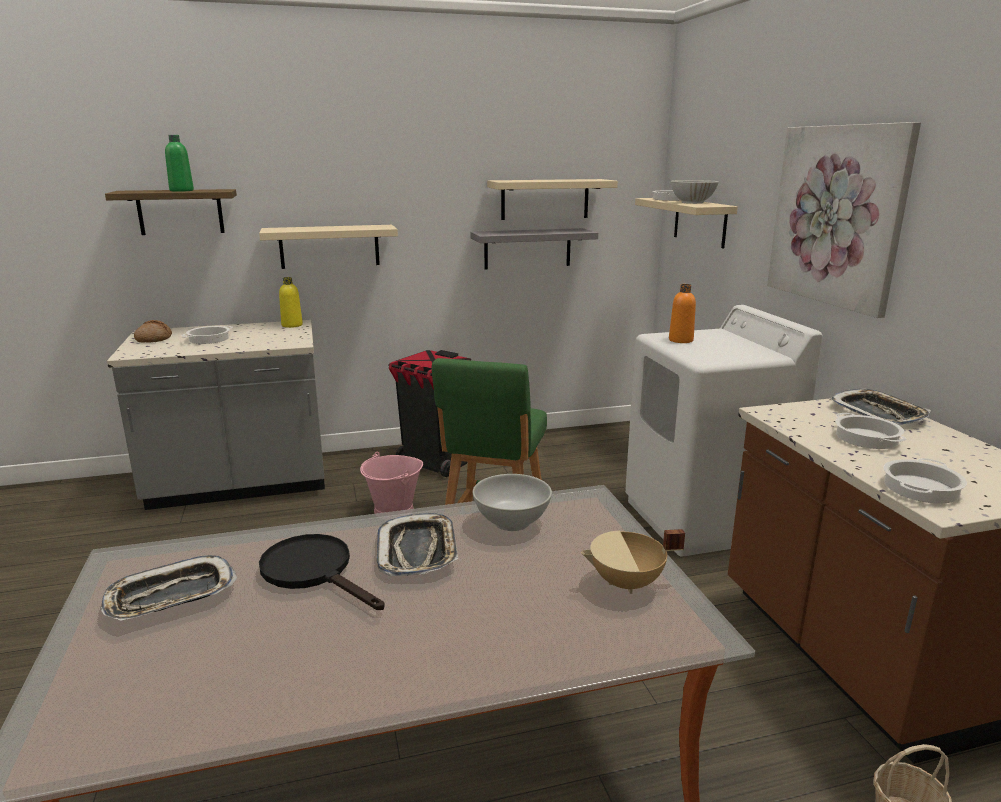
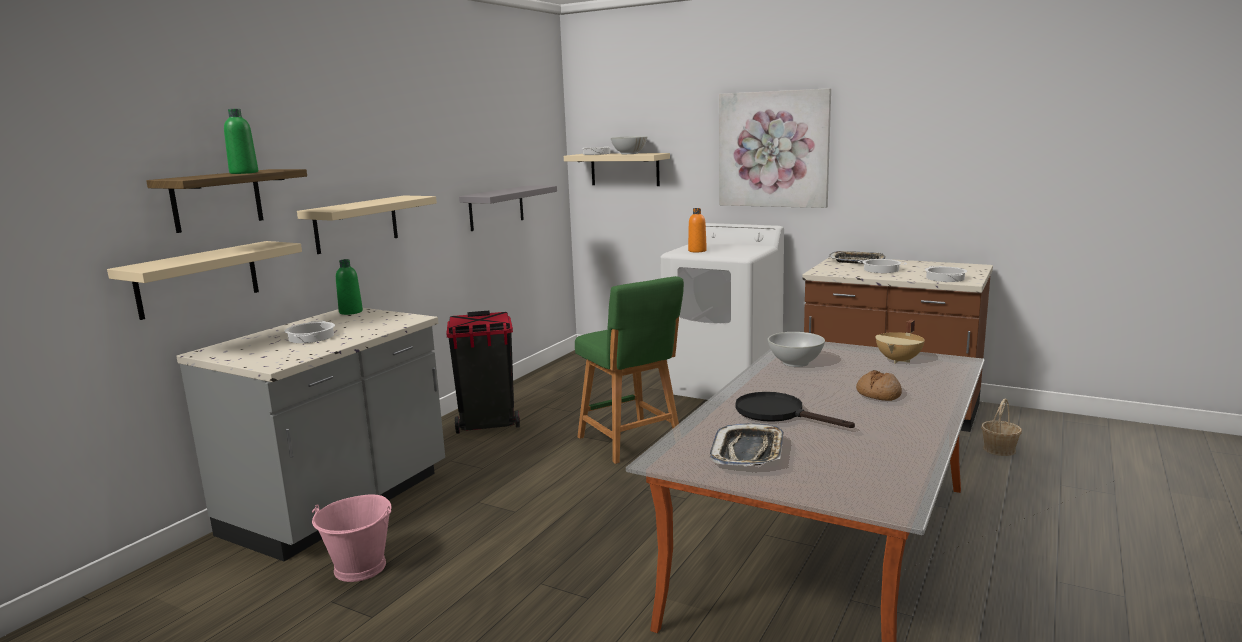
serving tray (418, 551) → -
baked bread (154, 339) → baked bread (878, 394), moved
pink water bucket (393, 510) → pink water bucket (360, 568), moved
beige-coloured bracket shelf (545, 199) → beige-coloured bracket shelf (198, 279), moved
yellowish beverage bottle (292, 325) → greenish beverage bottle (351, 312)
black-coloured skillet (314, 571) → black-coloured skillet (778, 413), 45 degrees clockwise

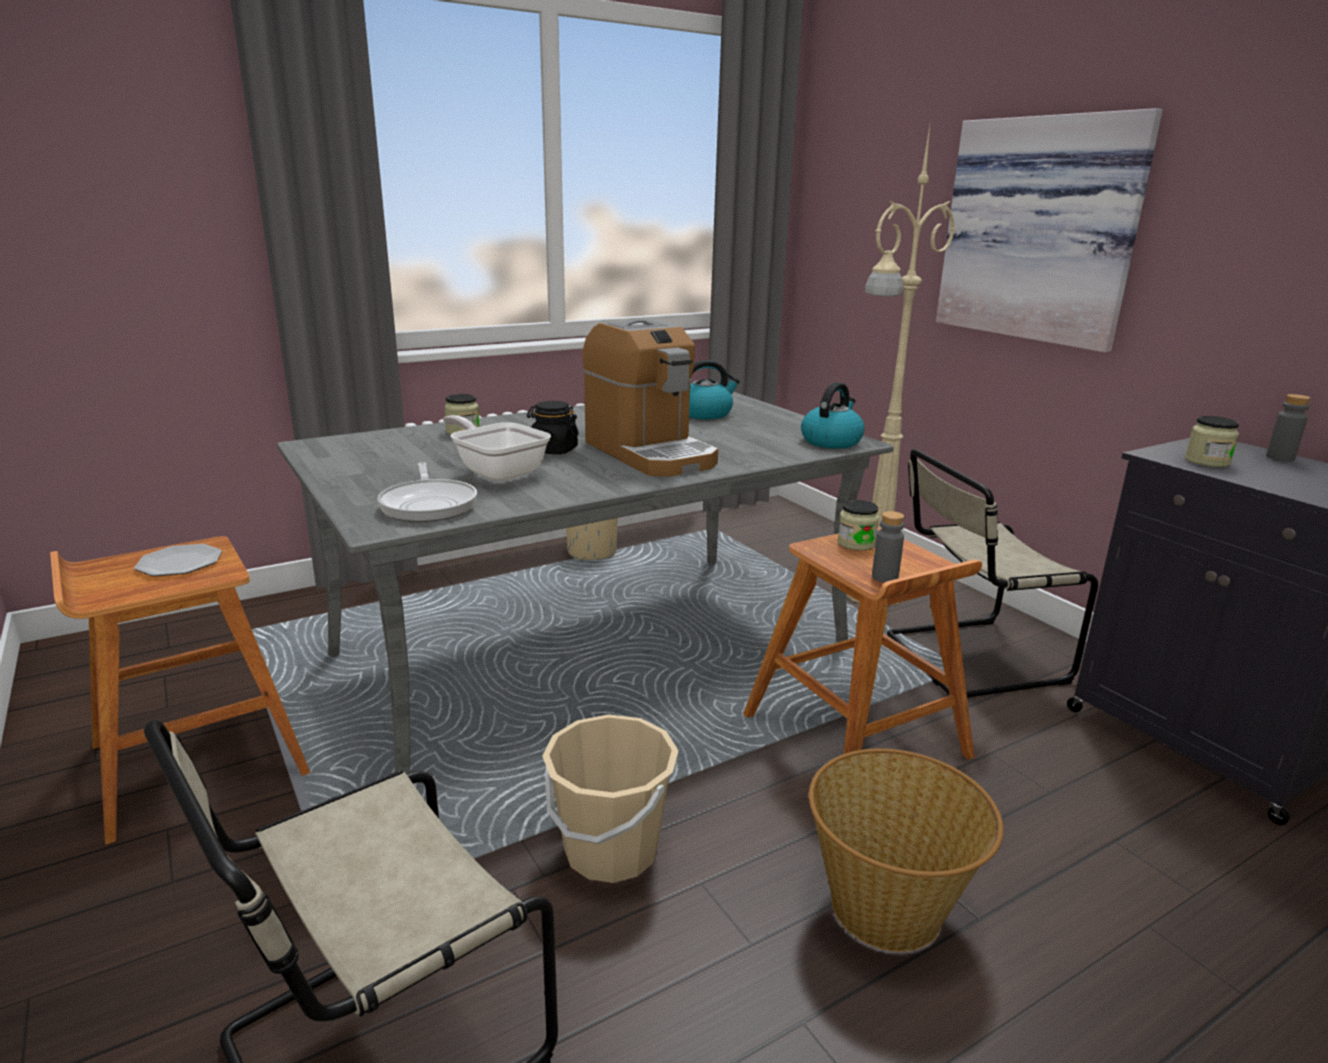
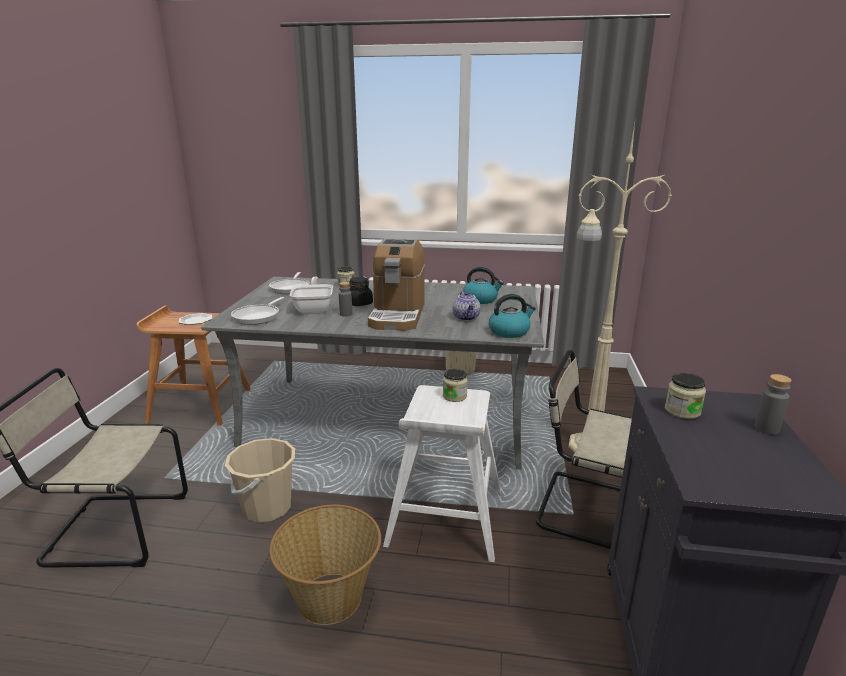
picture (1041, 230) → -
- → skillet (291, 288)
- → tea pot (466, 318)
gray beverage bottle (885, 577) → gray beverage bottle (346, 314), moved
brown stool (856, 737) → whitish stool (445, 518)

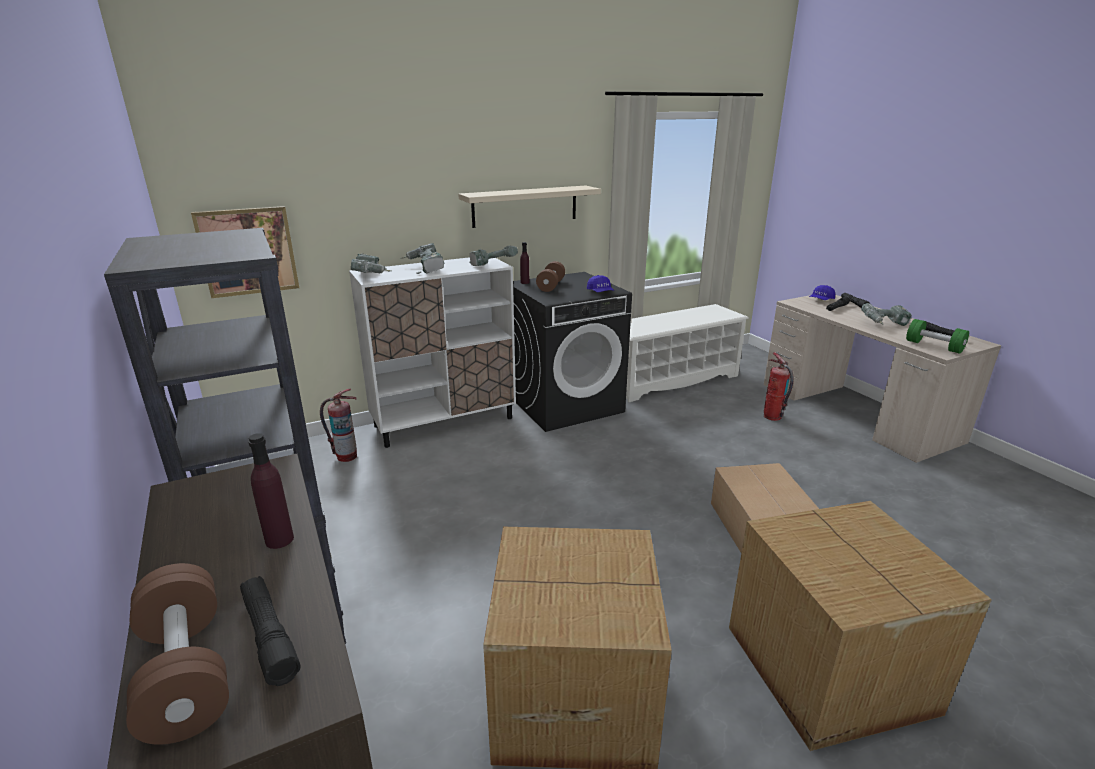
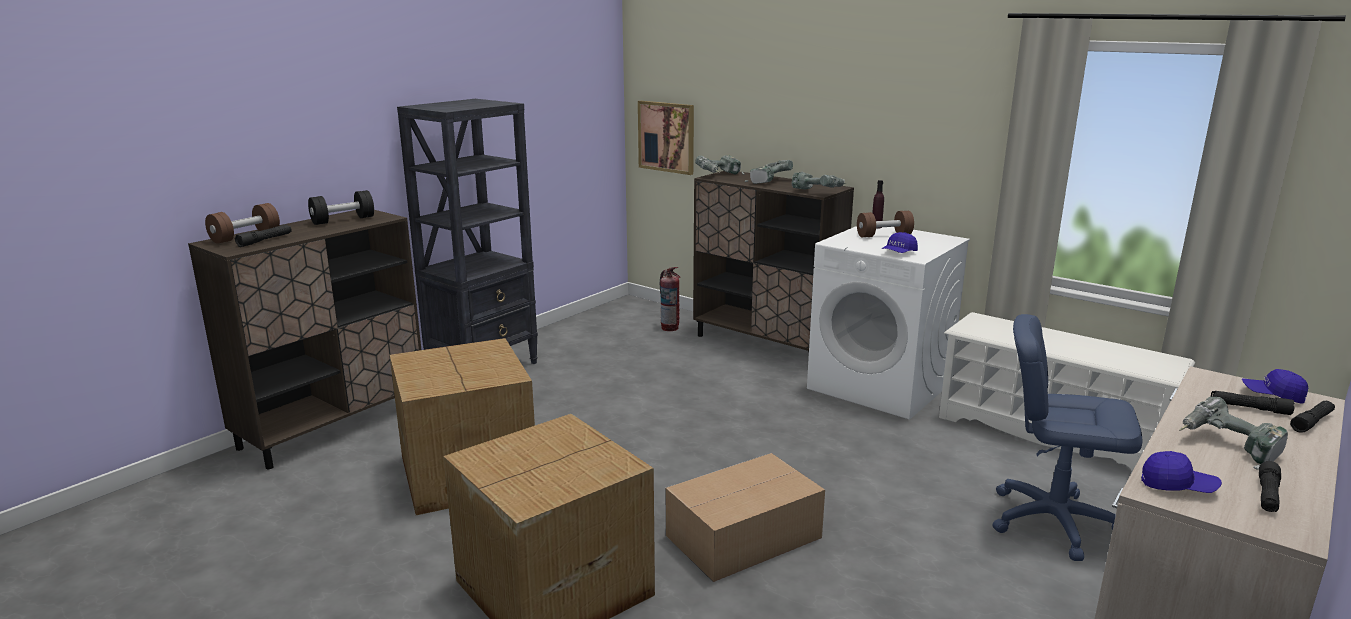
purple beverage bottle (279, 540) → -
beige-coloured bracket shelf (525, 206) → -
- → black-coloured free weight (343, 220)
fire-fighting cylinder (772, 417) → blue-coloured desk chair (1053, 522)
greenish free weight (933, 346) → blue-coloured cap (1177, 486)
whitish cabinet (444, 422) → brown cabinet (766, 344)
black-coloured laundry appliance (566, 404) → whitish laundry appliance (880, 386)

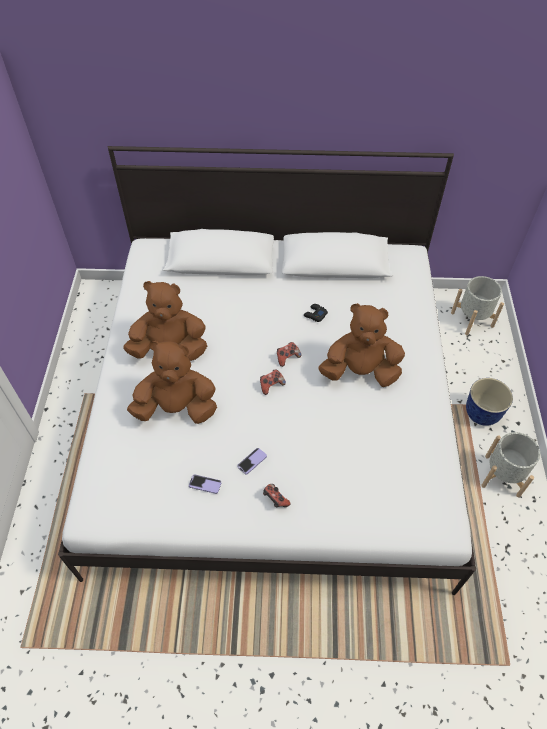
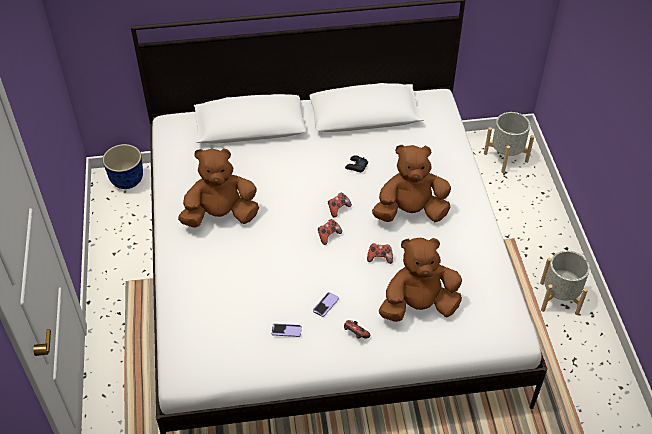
- → game controller (379, 258)
brown plush toy (177, 408) → brown plush toy (418, 306), moved
flower pot (481, 414) → flower pot (127, 181), moved

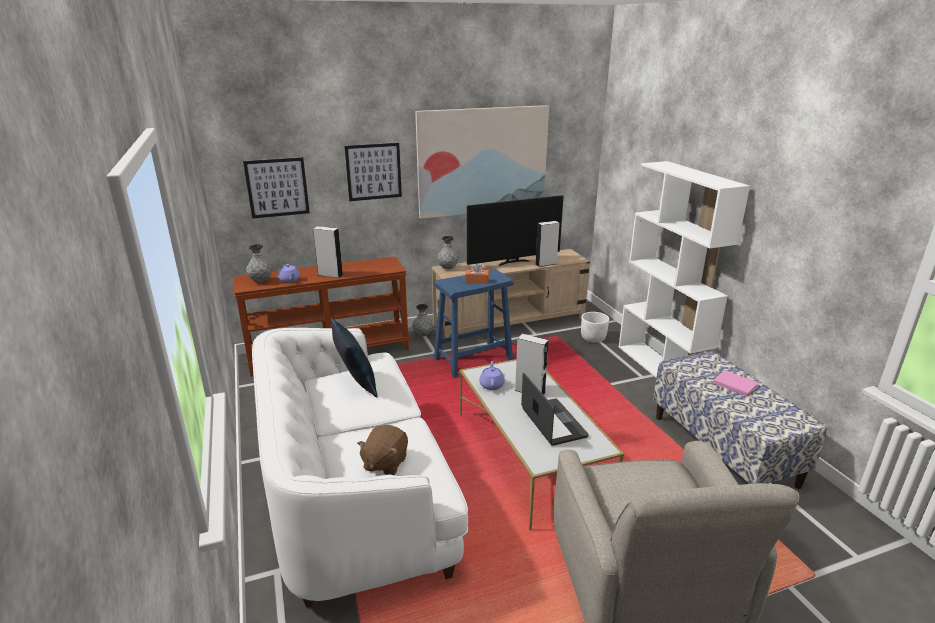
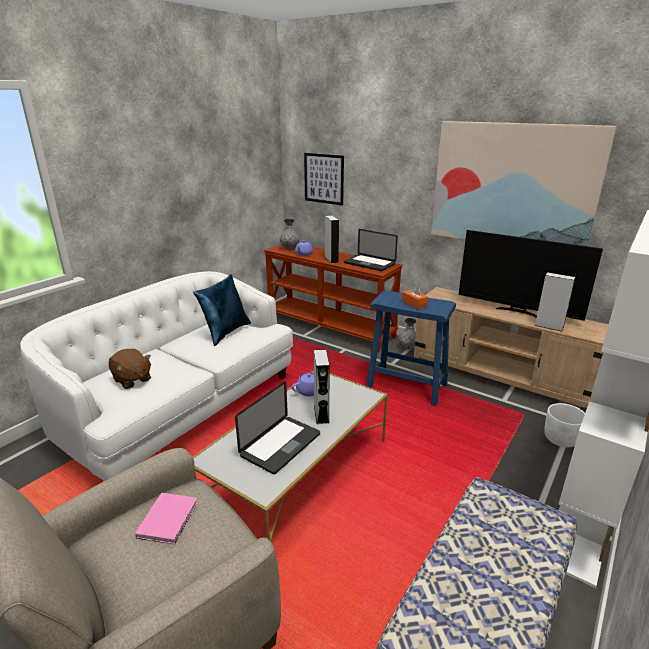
picture (373, 171) → -
gray decorative vase (448, 268) → -
- → portable computer (369, 263)
pink book (734, 384) → pink book (169, 518), moved
brown plush toy (385, 463) → brown plush toy (132, 380), 120 degrees counterclockwise

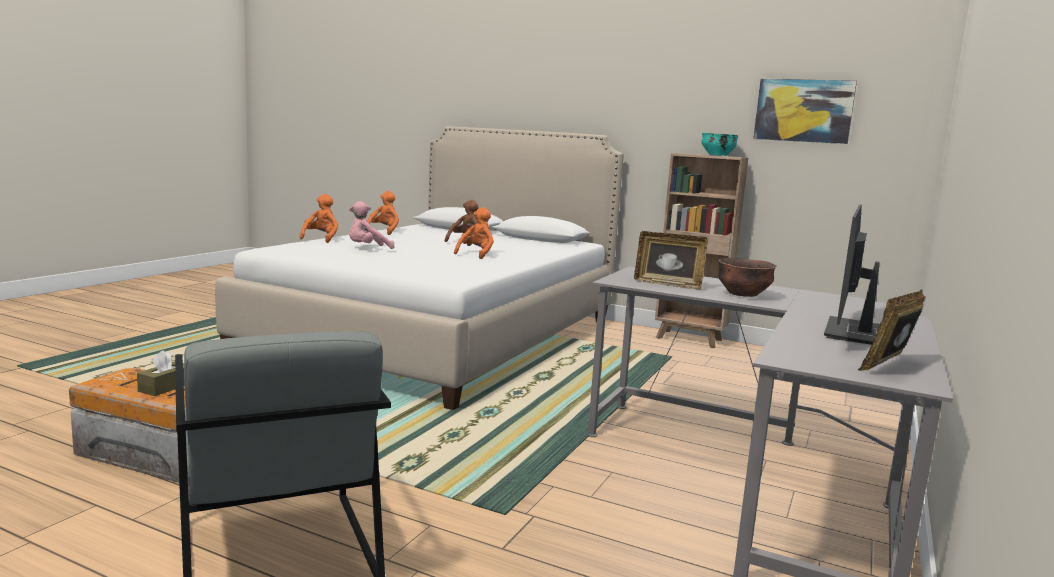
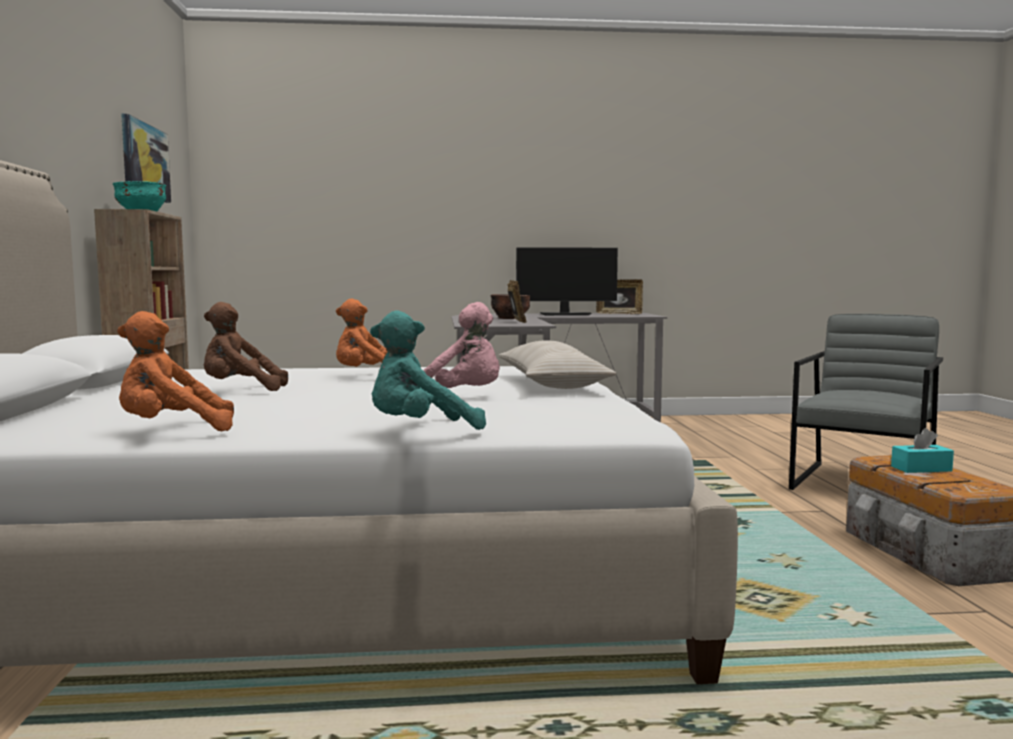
- → beige-coloured pillow (551, 384)
brown tissue box (165, 387) → turquoise tissue box (921, 469)
orange-coloured plush toy (321, 239) → turquoise plush toy (420, 431)

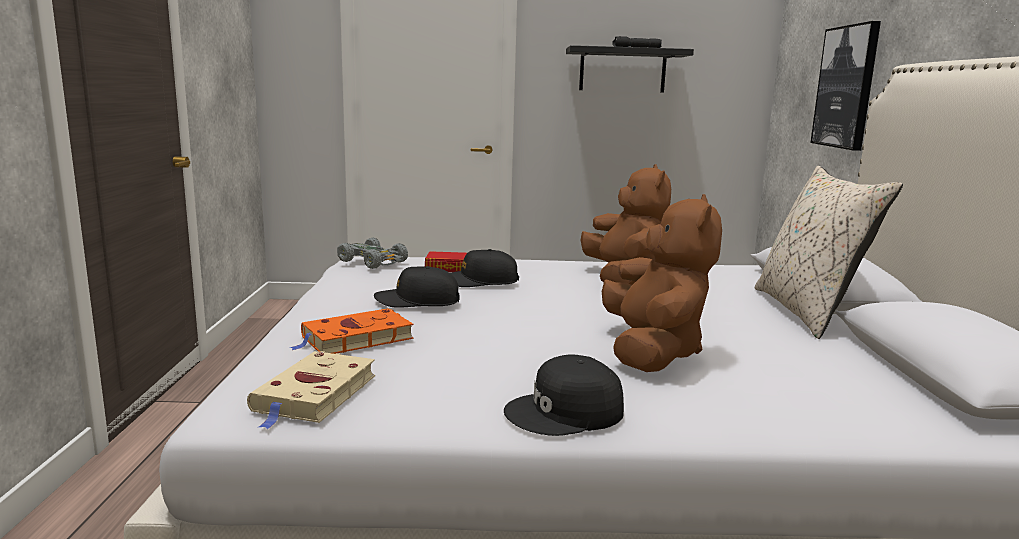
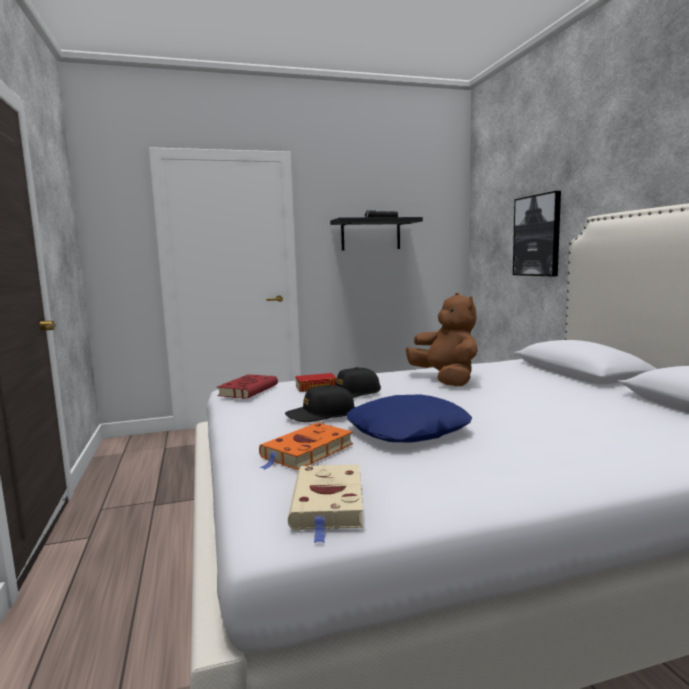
black-coloured cap (565, 413) → -
brown plush toy (652, 352) → -
beige-coloured pillow (808, 312) → -
- → blue-coloured pillow (408, 431)
gray model car (374, 262) → red book (249, 390)

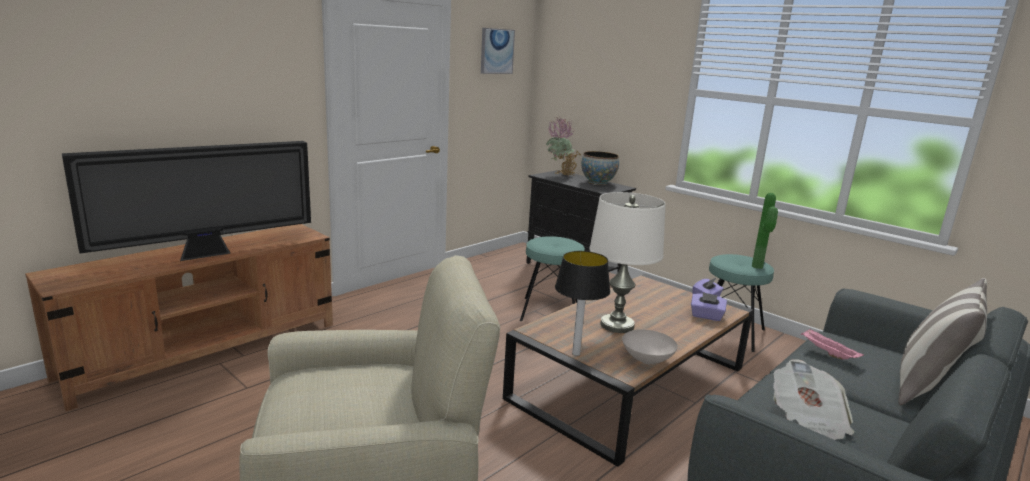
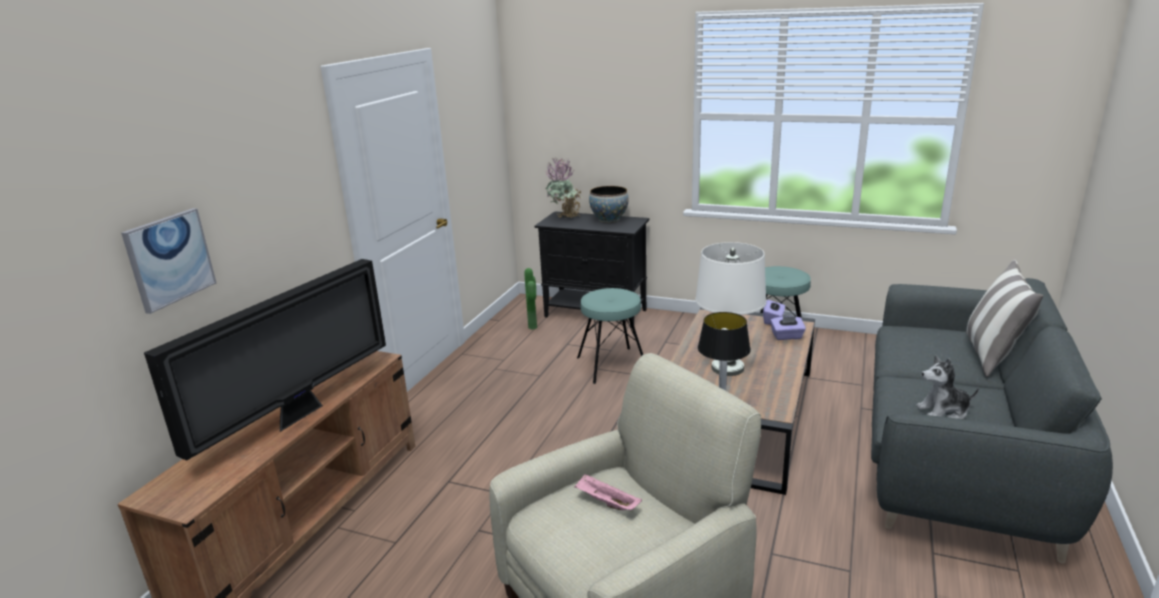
whitish deep dish (646, 359) → -
picture (496, 51) → picture (169, 259), moved
houseplant (759, 267) → houseplant (534, 327), moved
pink serving tray (827, 353) → pink serving tray (606, 503), moved
daily paper (808, 421) → plush toy (944, 411)

